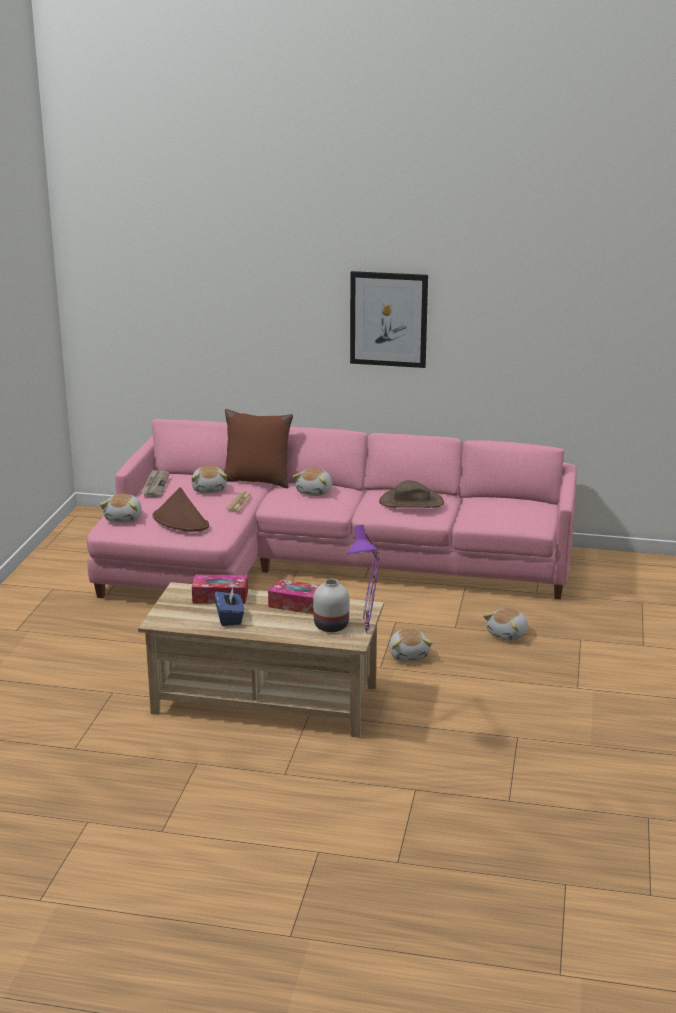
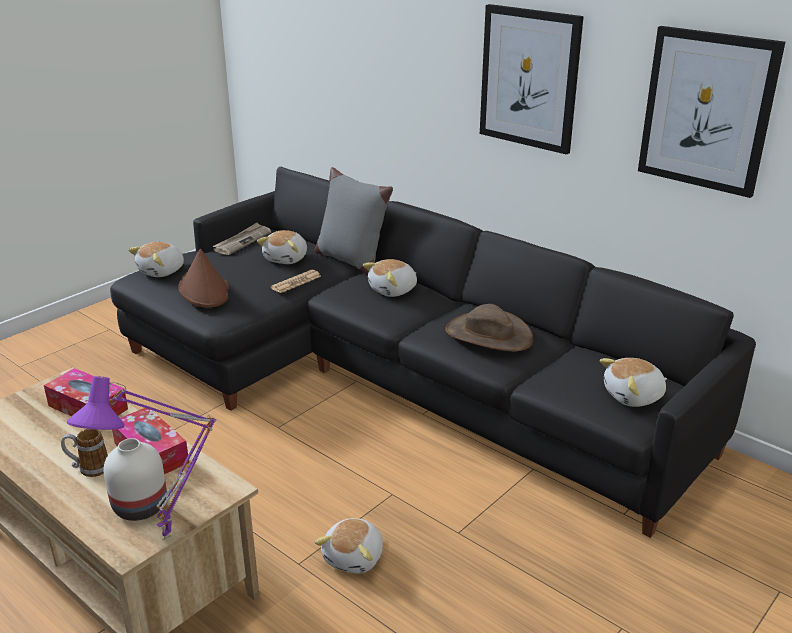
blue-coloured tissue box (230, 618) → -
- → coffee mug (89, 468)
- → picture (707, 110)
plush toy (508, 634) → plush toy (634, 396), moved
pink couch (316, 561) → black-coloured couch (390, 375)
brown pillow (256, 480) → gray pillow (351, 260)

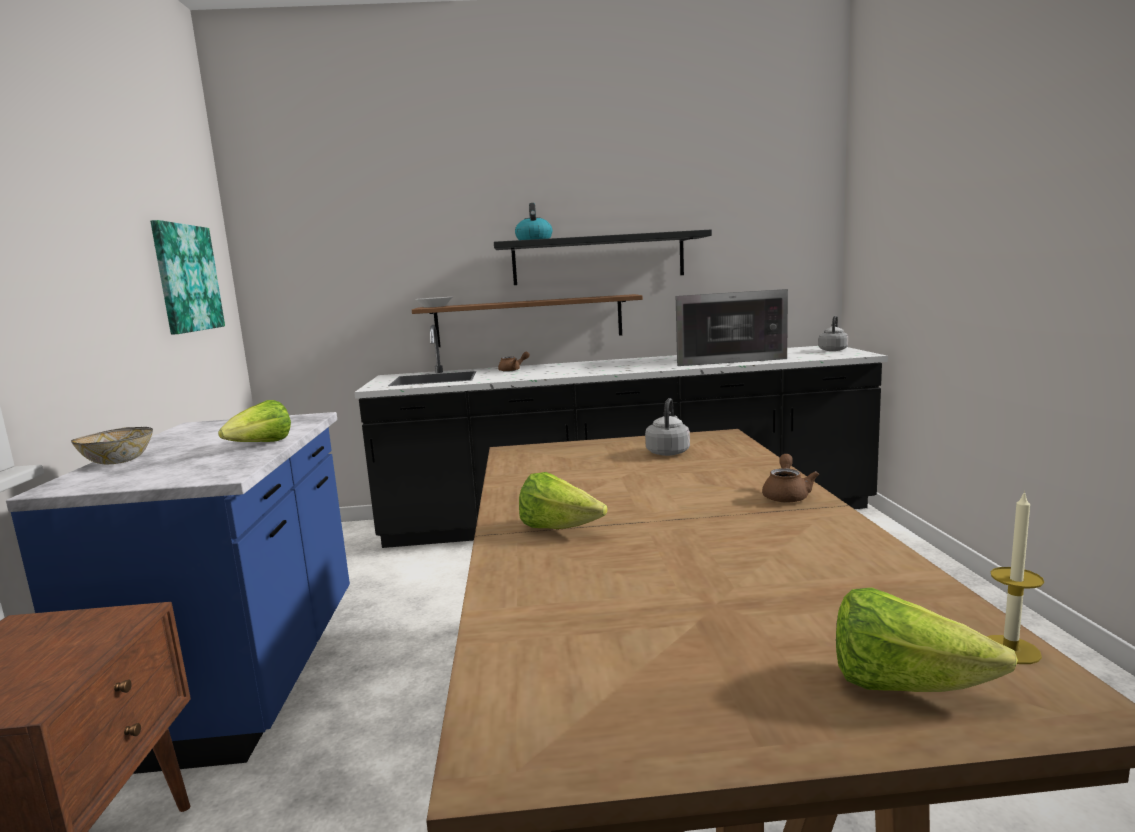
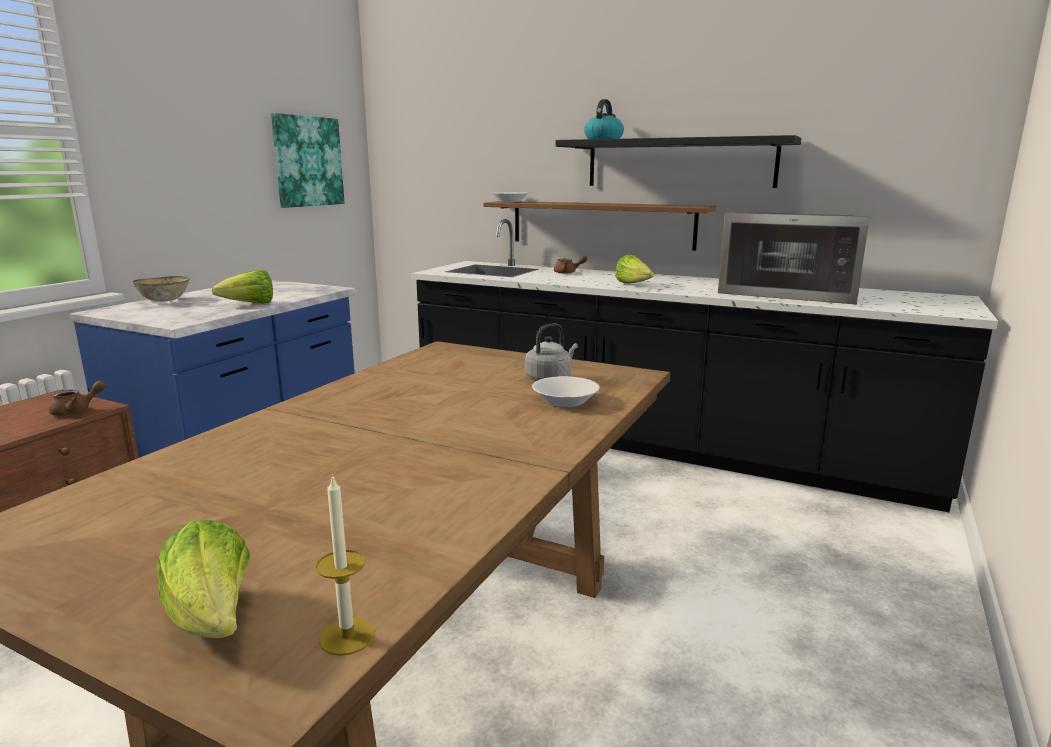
gray kettle (833, 350) → -
- → whitish deep dish (565, 401)
head of lettuce (559, 529) → head of lettuce (633, 285), moved
brown tea pot (786, 495) → brown tea pot (77, 411), moved

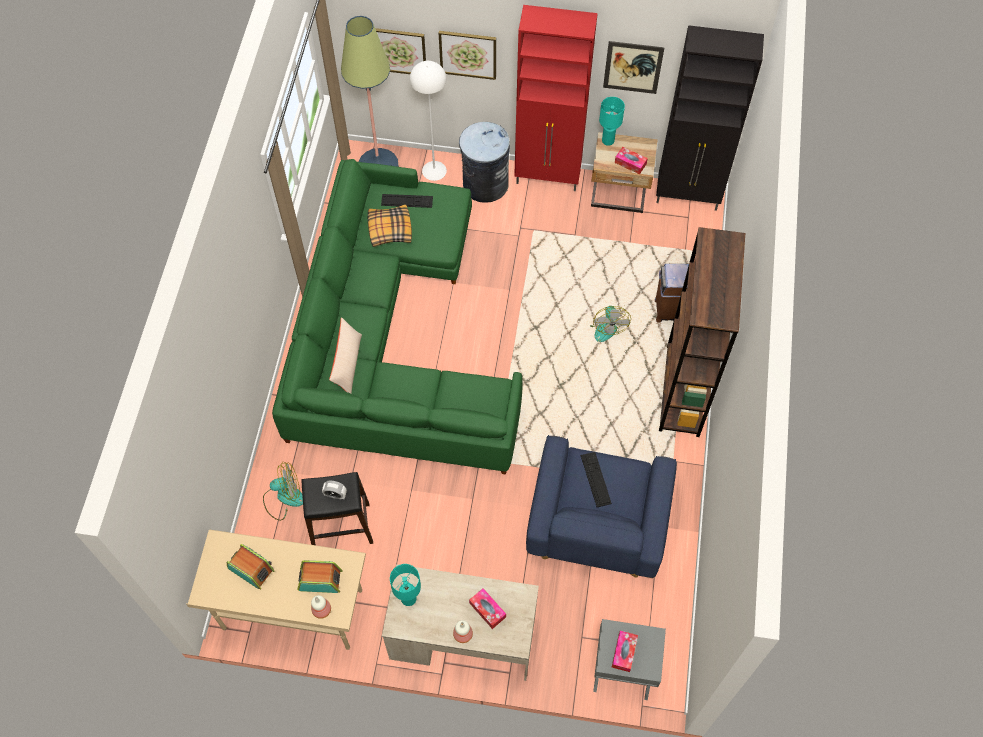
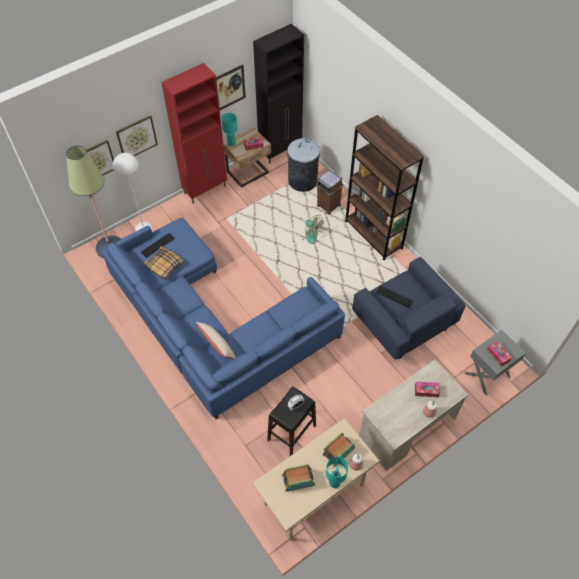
cooling fan (284, 497) → -
turquoise table lamp (408, 599) → turquoise table lamp (335, 483), moved
gray waste bin (485, 184) → gray waste bin (302, 181), moved
greenish couch (390, 337) → blue-coloured couch (212, 323)

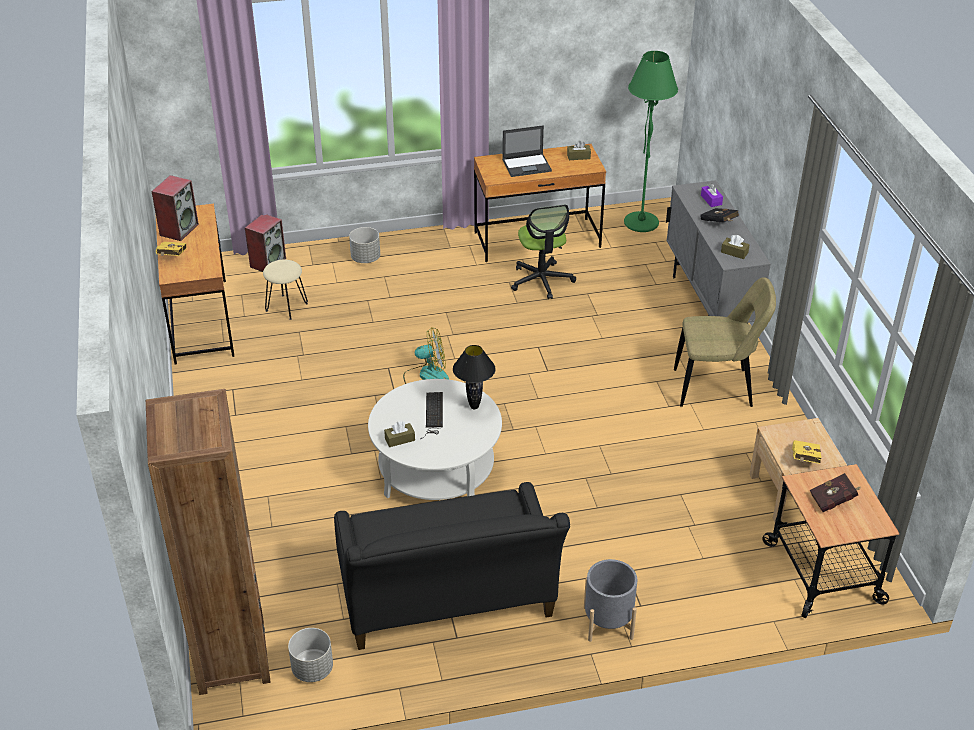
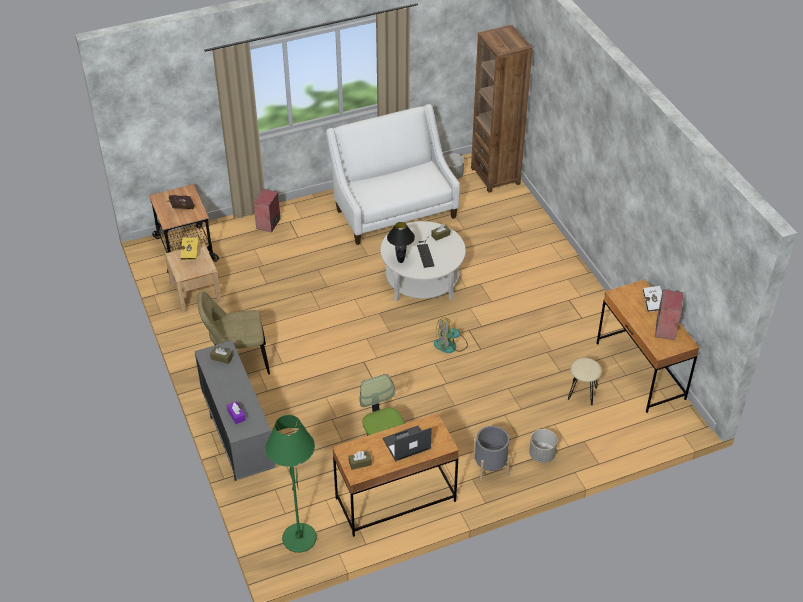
black-coloured book (719, 223) → -
audio speaker (268, 262) → audio speaker (268, 224), moved
gray flower pot (608, 622) → gray flower pot (490, 466), moved
yellowish book (171, 257) → whitish book (652, 303)
black-coloured couch (448, 603) → whitish couch (393, 210)

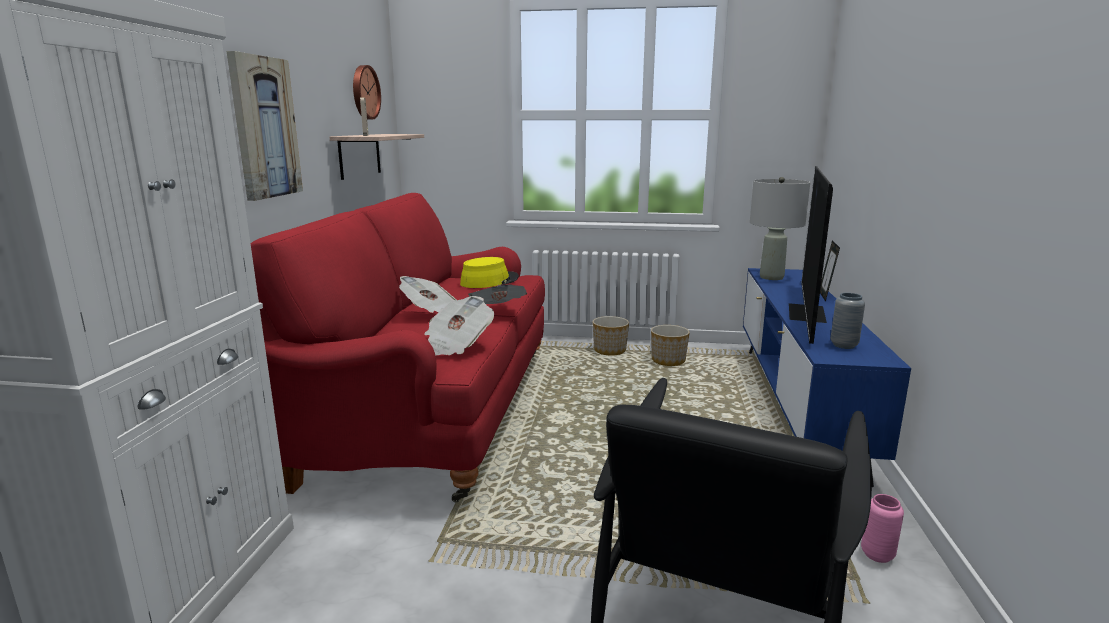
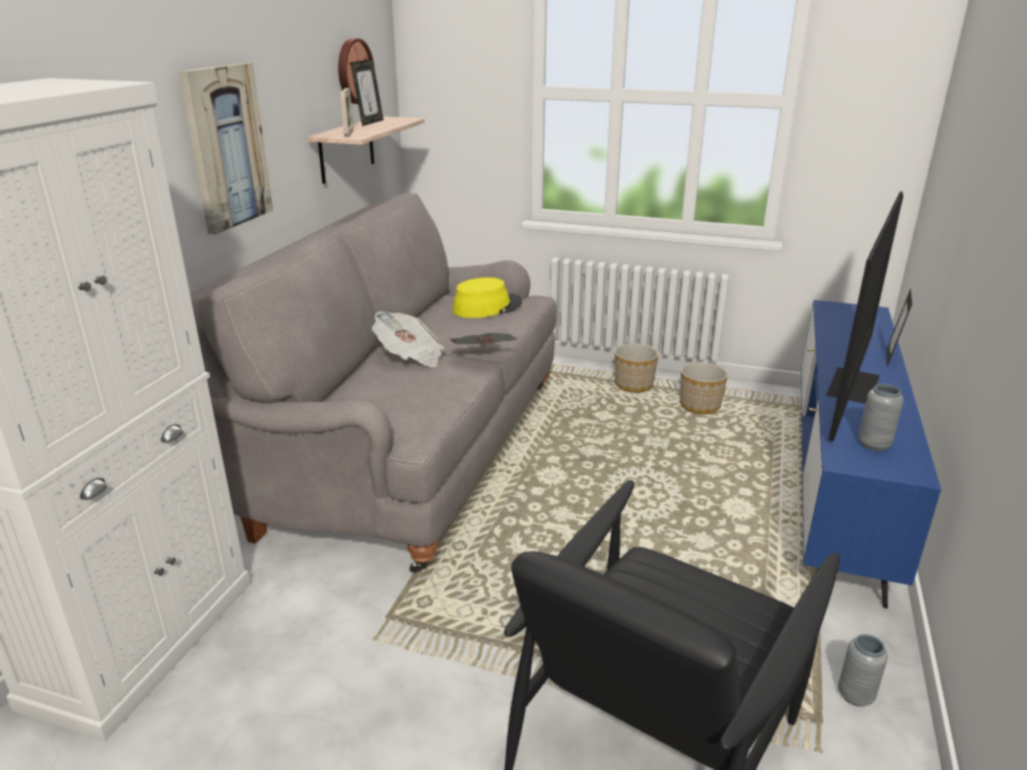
daily paper (456, 346) → -
gray table lamp (771, 277) → -
- → photo frame (370, 122)
red couch (424, 410) → gray couch (405, 451)
pink decorative vase (877, 555) → gray decorative vase (855, 696)

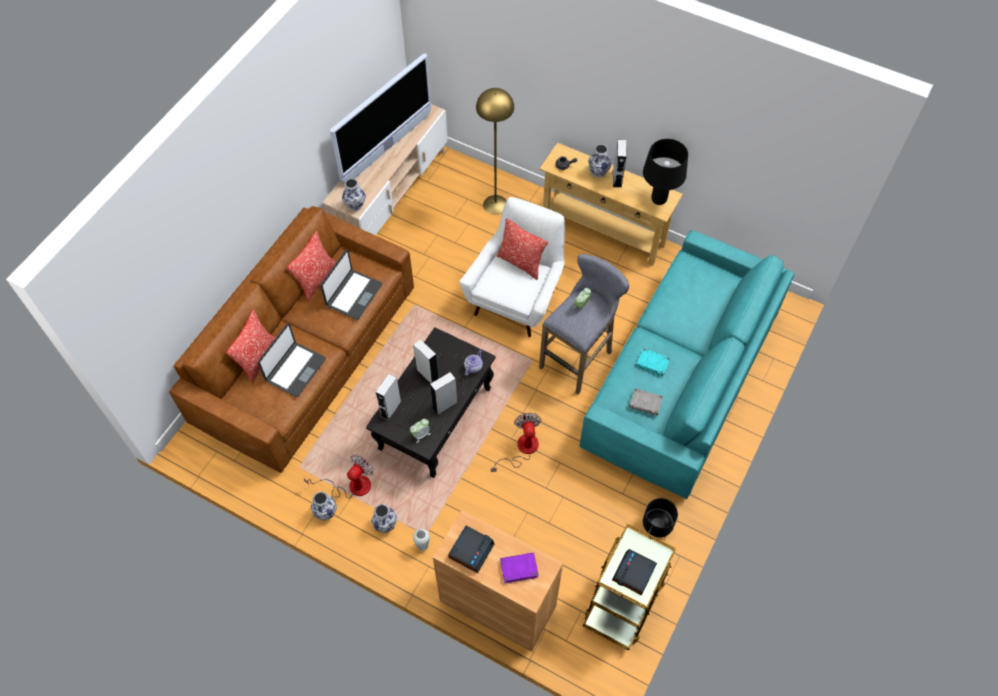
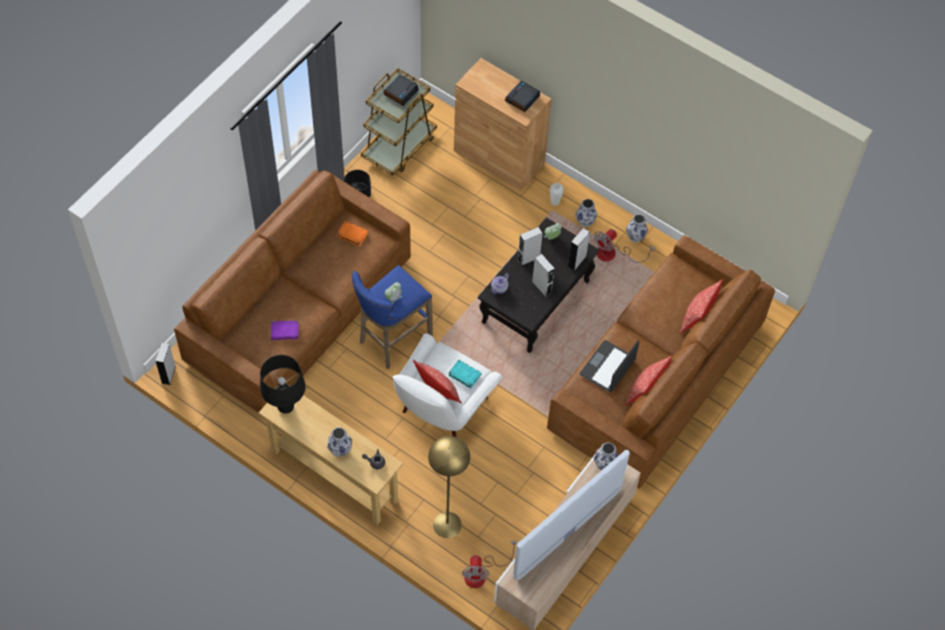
portable computer (295, 370) → -
cooling fan (521, 449) → cooling fan (481, 573), moved
purple book (518, 569) → purple book (285, 331), moved
gray audio speaker (617, 178) → gray audio speaker (168, 374), moved
turquoise book (653, 363) → turquoise book (464, 375), moved
gray stool (578, 358) → blue-coloured stool (392, 340)
turquoise couch (682, 377) → brown couch (299, 310)
gray book (646, 403) → orange-coloured book (352, 234)

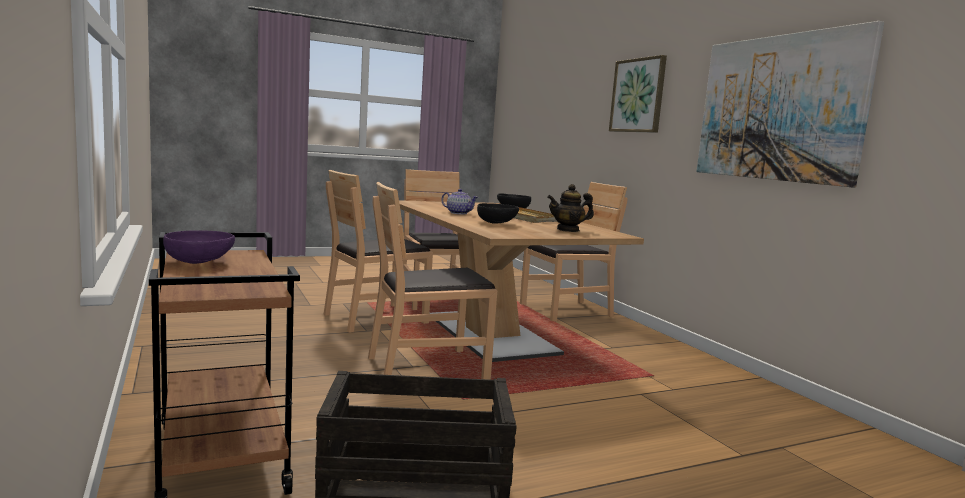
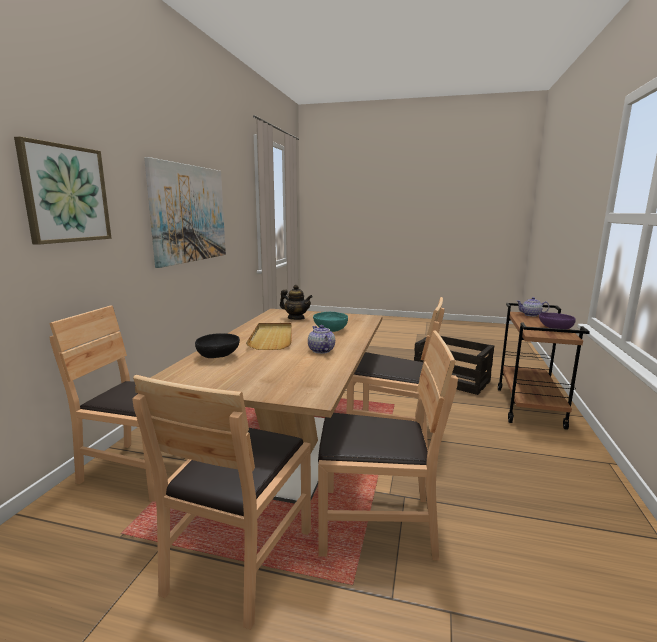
- → tea pot (531, 315)
black-coloured deep dish (497, 223) → turquoise deep dish (330, 330)

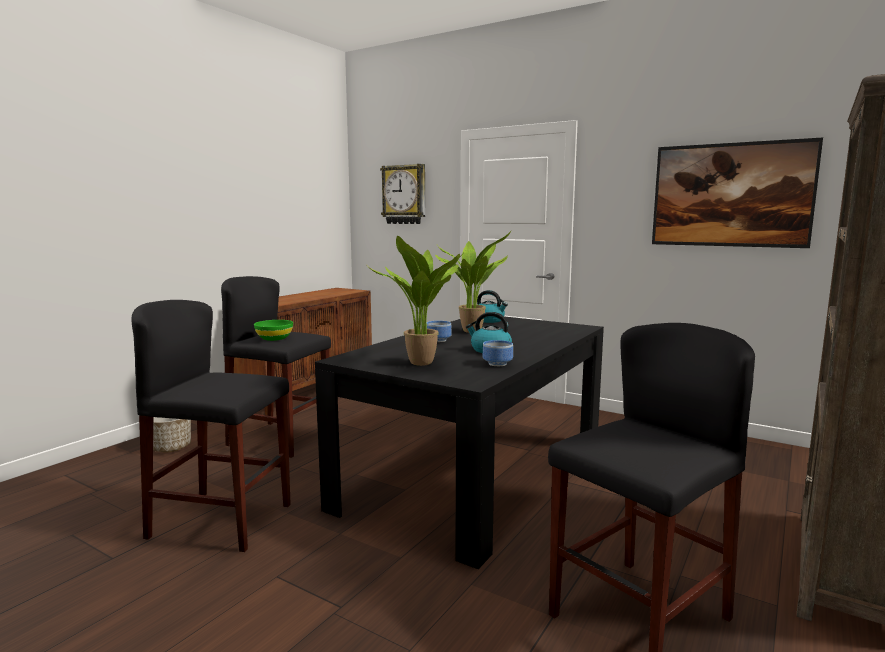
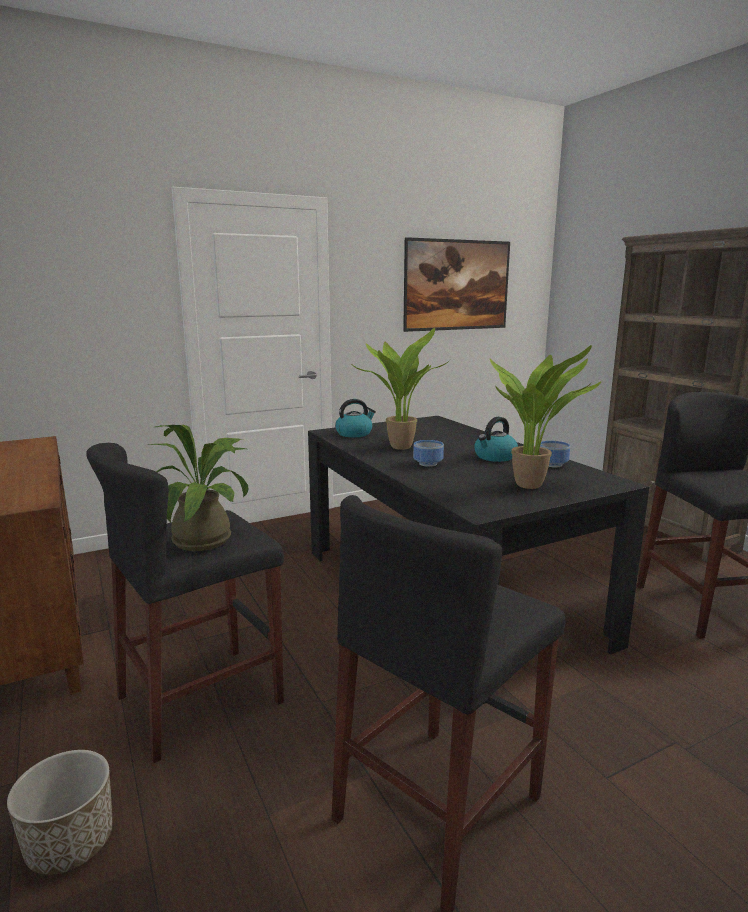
wall clock (404, 194) → -
greenish deep dish (274, 338) → houseplant (208, 538)

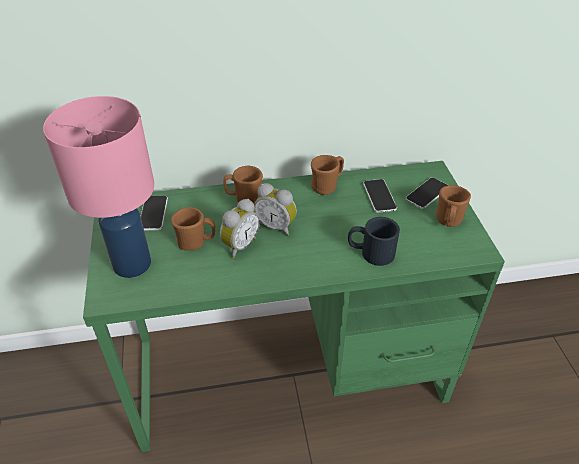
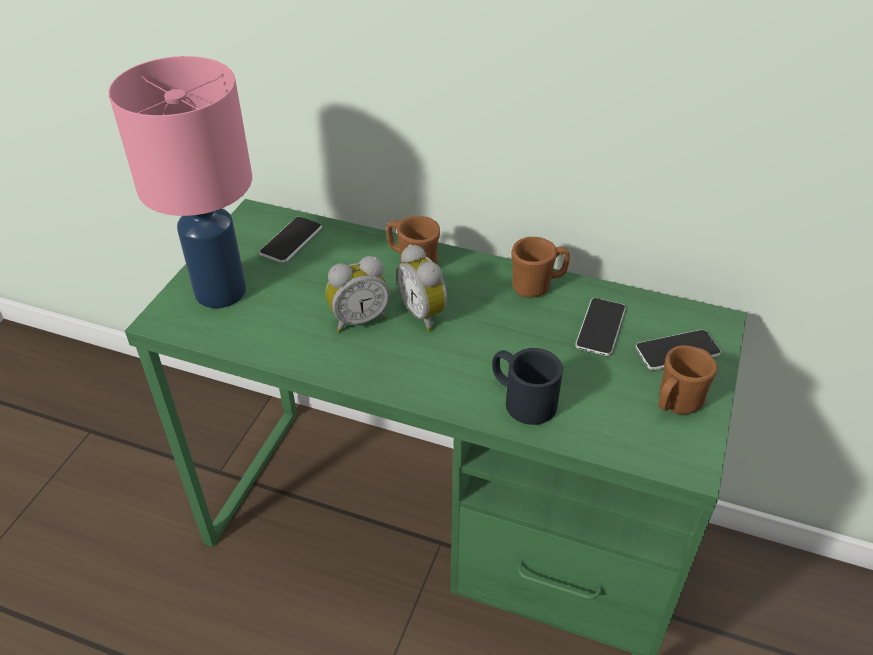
brown coffee mug (196, 243) → -

